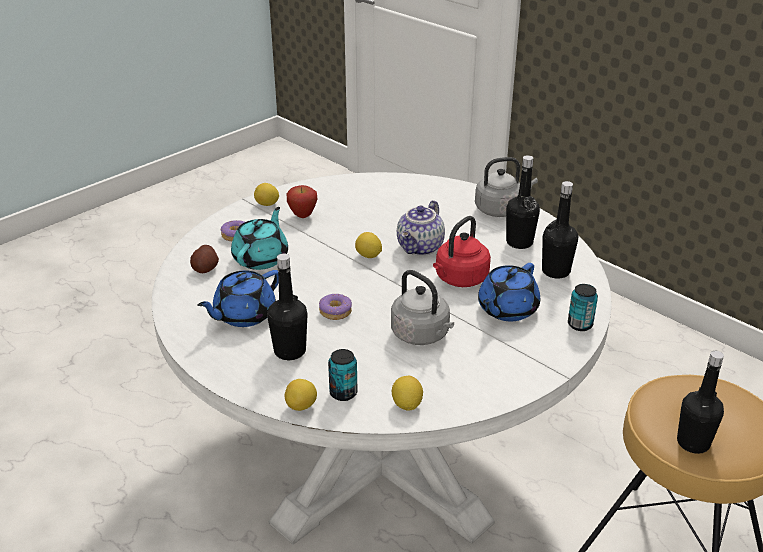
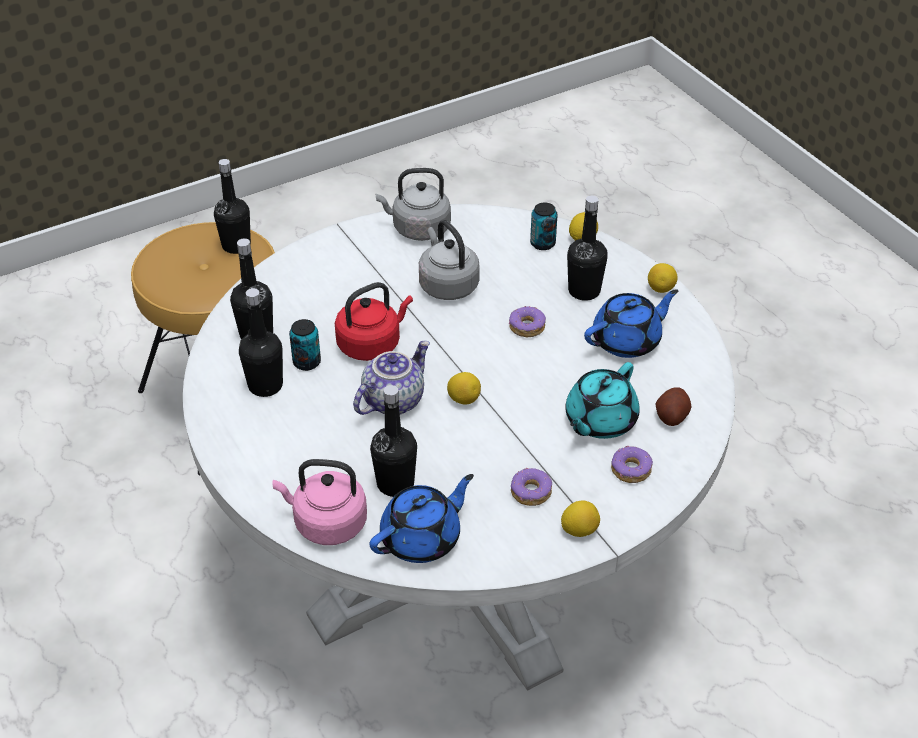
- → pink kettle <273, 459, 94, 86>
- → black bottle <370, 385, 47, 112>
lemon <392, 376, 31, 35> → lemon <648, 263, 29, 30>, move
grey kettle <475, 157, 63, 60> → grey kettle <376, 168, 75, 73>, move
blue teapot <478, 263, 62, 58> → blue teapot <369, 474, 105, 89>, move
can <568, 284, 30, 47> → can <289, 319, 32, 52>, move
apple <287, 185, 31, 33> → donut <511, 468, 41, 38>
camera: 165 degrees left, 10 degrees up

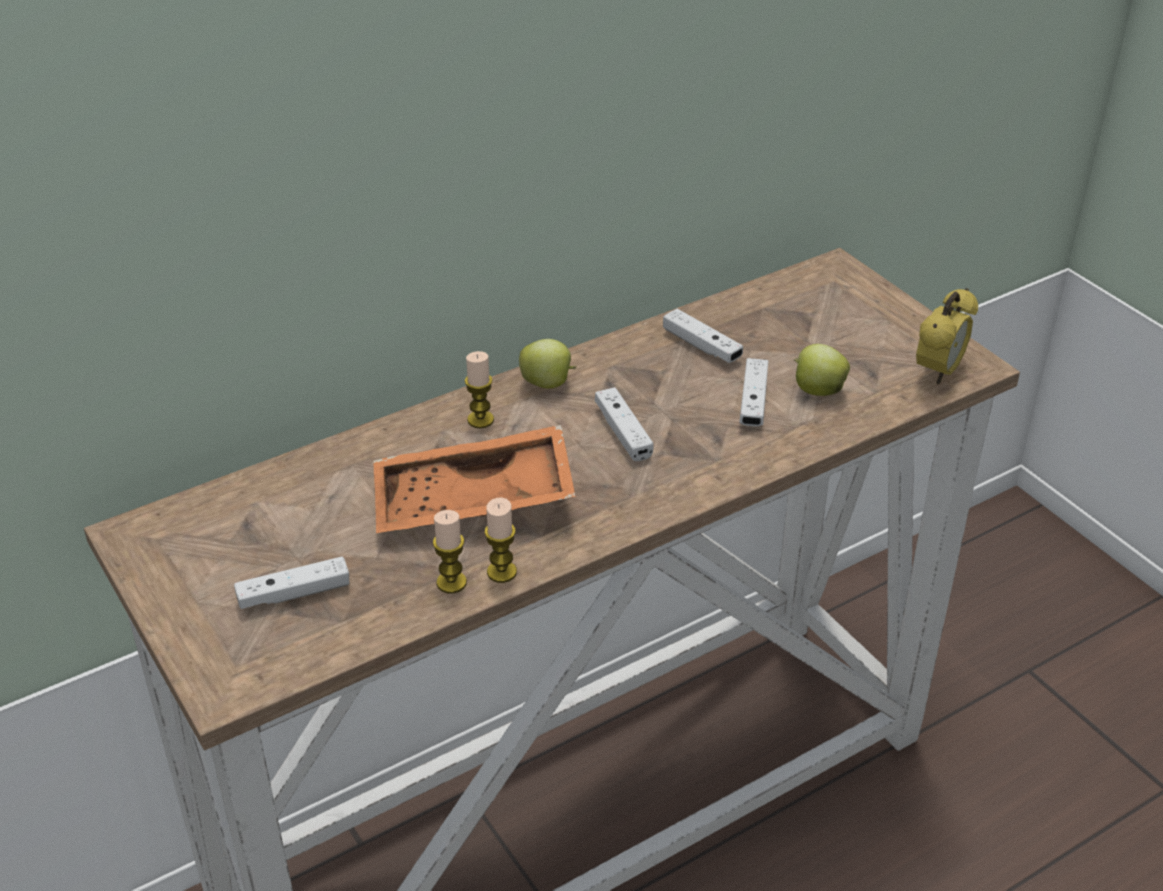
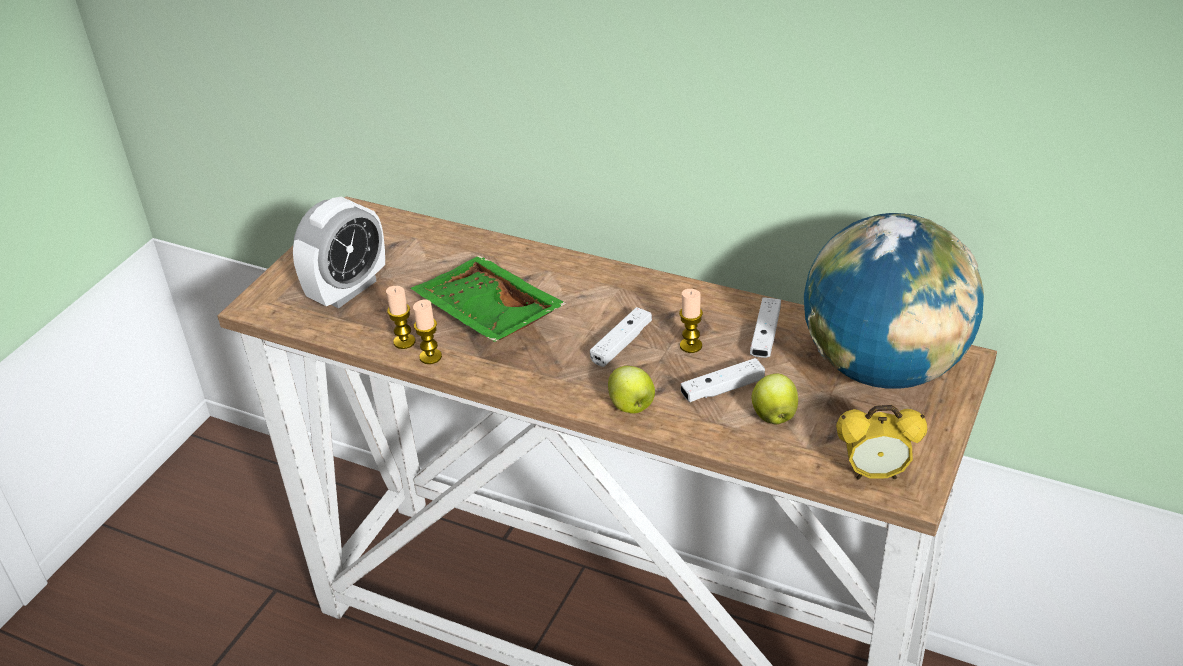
- → globe <804, 213, 180, 176>
candle <465, 351, 29, 77> → candle <679, 289, 24, 64>, move
apple <519, 339, 57, 49> → apple <608, 366, 47, 48>, move
white game controller <234, 557, 115, 52> → alarm clock <293, 197, 92, 112>
orange tray <373, 425, 203, 108> → green tray <410, 256, 157, 86>
camera: 60 degrees right, 0 degrees up

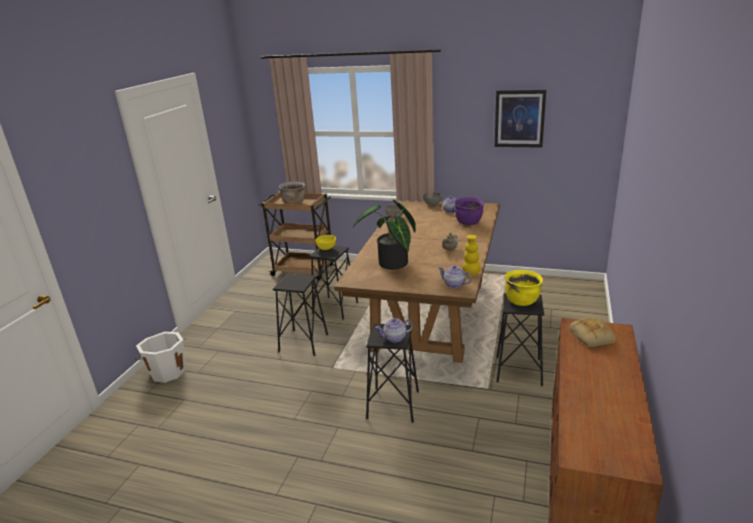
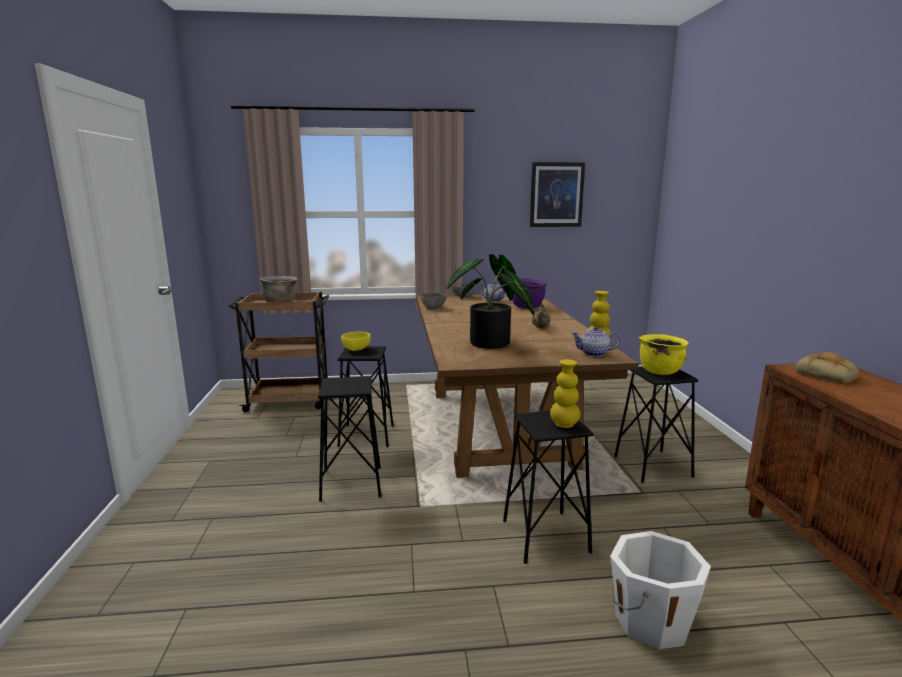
white bucket <134, 332, 53, 51> → white bucket <610, 531, 101, 118>, move
teapot <375, 318, 38, 24> → yellow vase <550, 359, 30, 69>
camera: 25 degrees left, 10 degrees down

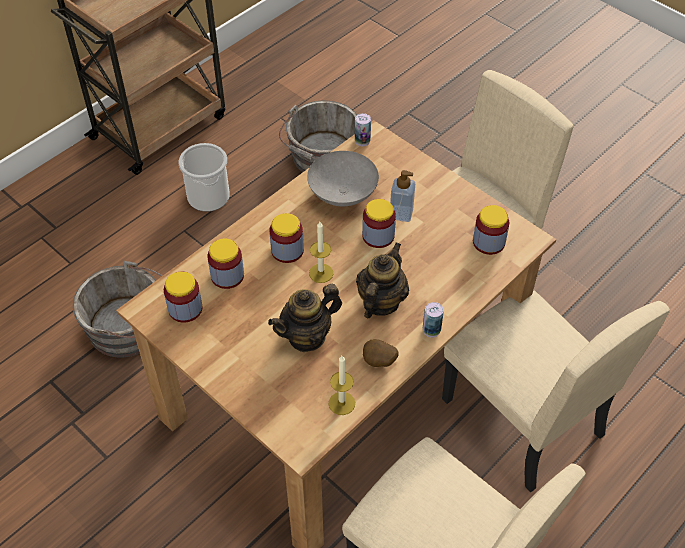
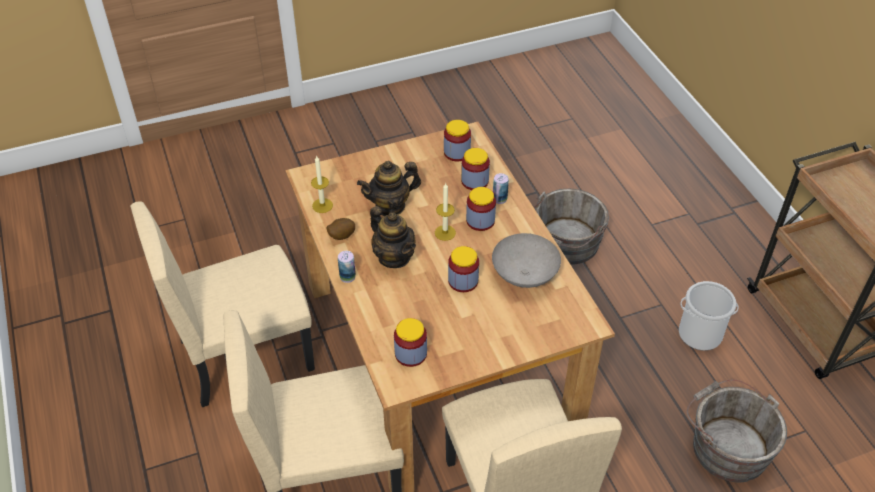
soap dispenser <390, 170, 25, 52> → -
can <355, 113, 16, 33> → can <493, 173, 16, 31>, move
teapot <268, 284, 74, 68> → teapot <357, 161, 64, 55>, 105 degrees counterclockwise
camera: 115 degrees right, 5 degrees down

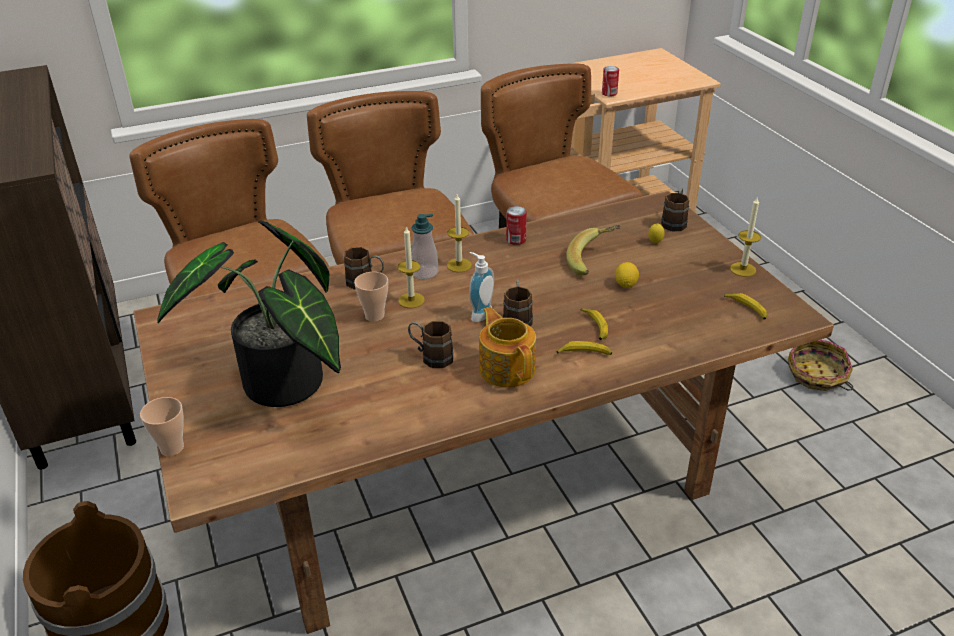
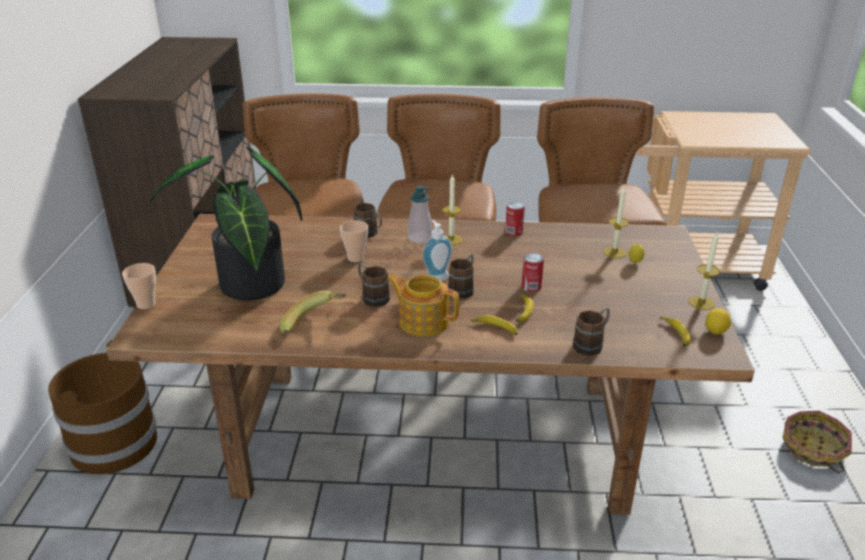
candle <398, 226, 27, 82> → candle <603, 186, 26, 72>, move
banana <566, 225, 55, 50> → banana <279, 290, 67, 45>, move
can <602, 66, 17, 30> → can <522, 253, 22, 39>, move
lemon <615, 262, 24, 26> → lemon <705, 308, 26, 26>, move
brown mug <661, 188, 28, 43> → brown mug <573, 308, 37, 48>, move
teapot <479, 307, 57, 81> → teapot <387, 274, 72, 62>, 60 degrees counterclockwise
camera: 25 degrees right, 5 degrees down

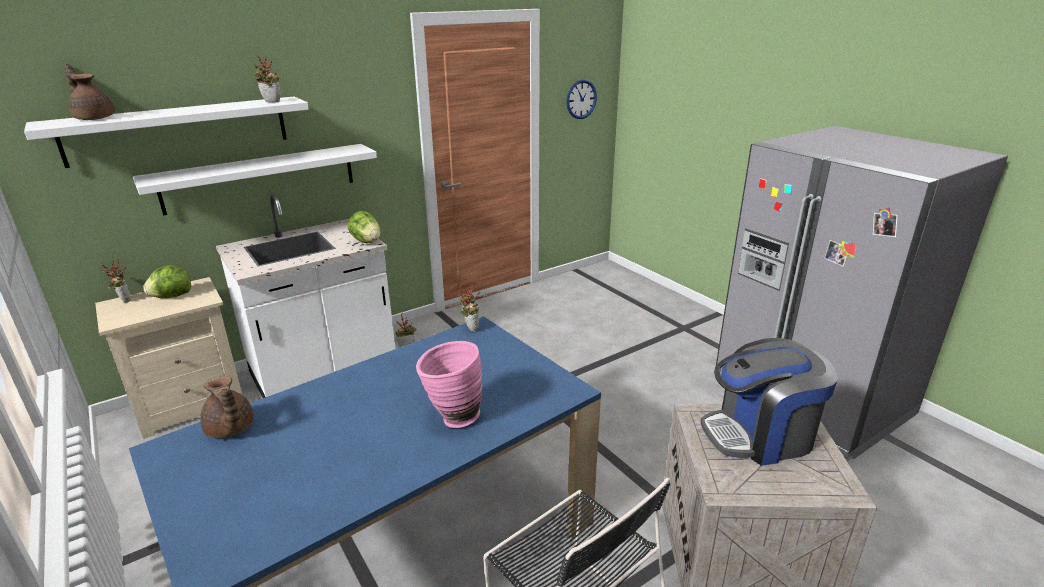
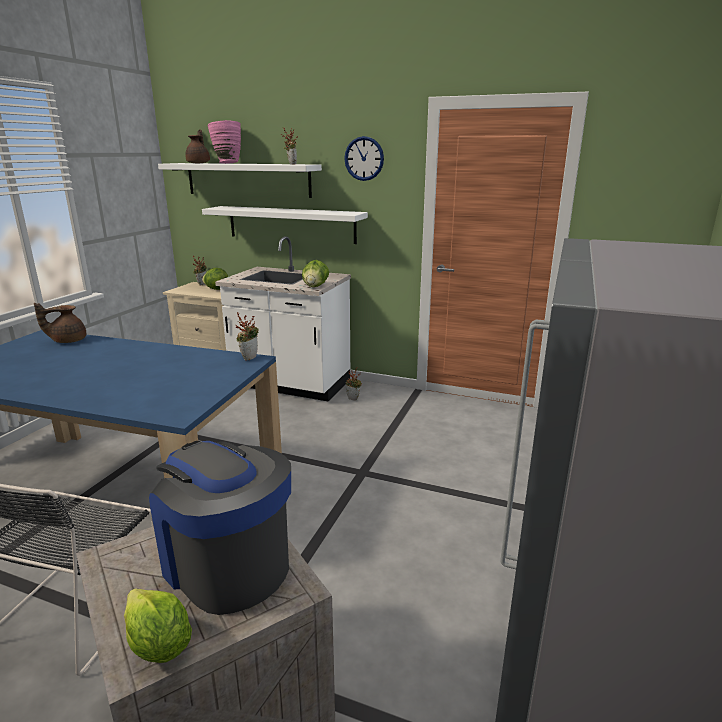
- → lettuce <124, 588, 68, 75>
pink vase <416, 341, 66, 87> → pink vase <207, 120, 34, 44>, move
wall clock <566, 80, 31, 39> → wall clock <344, 136, 40, 45>, move
brown teapot <200, 376, 54, 62> → brown teapot <34, 303, 52, 40>, 45 degrees clockwise
camera: 55 degrees right, 5 degrees down

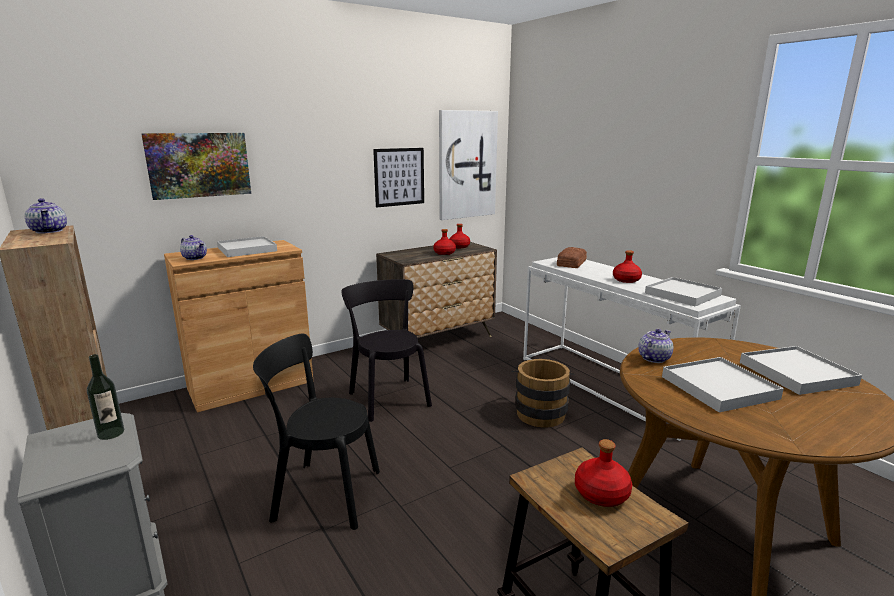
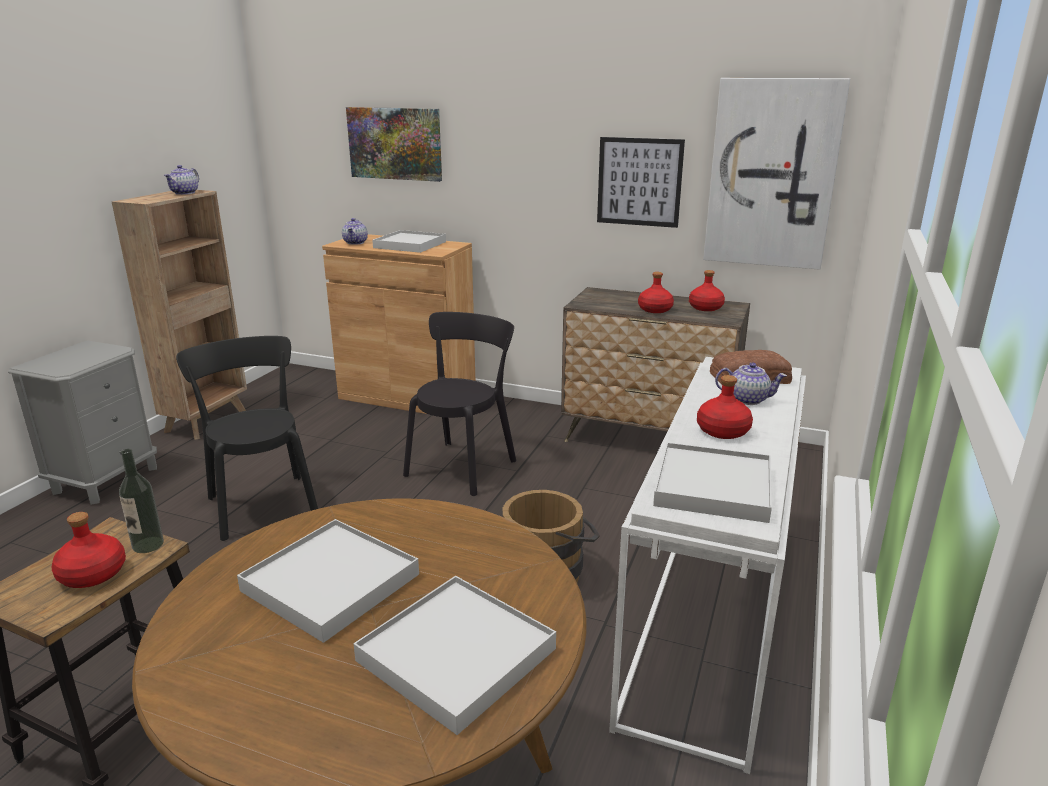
bottle <87, 354, 37, 86> → bottle <119, 449, 45, 104>, move
teapot <638, 329, 35, 34> → teapot <715, 362, 72, 43>, move
camera: 55 degrees right, 5 degrees up

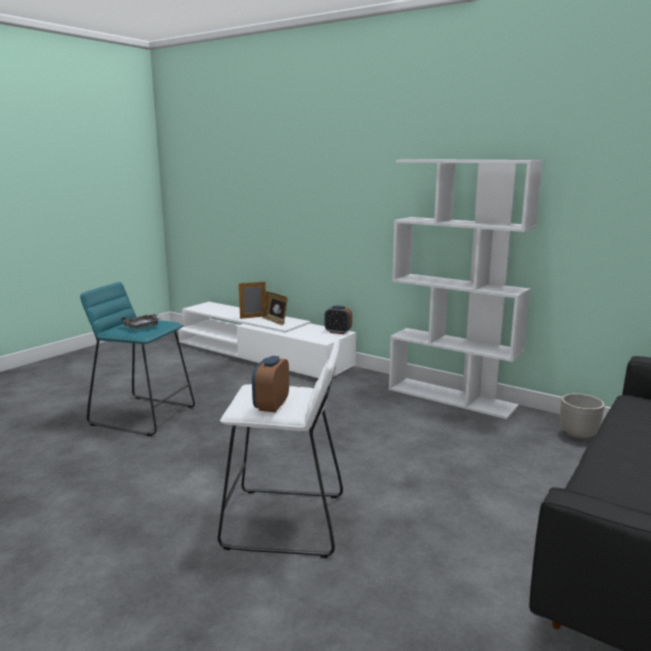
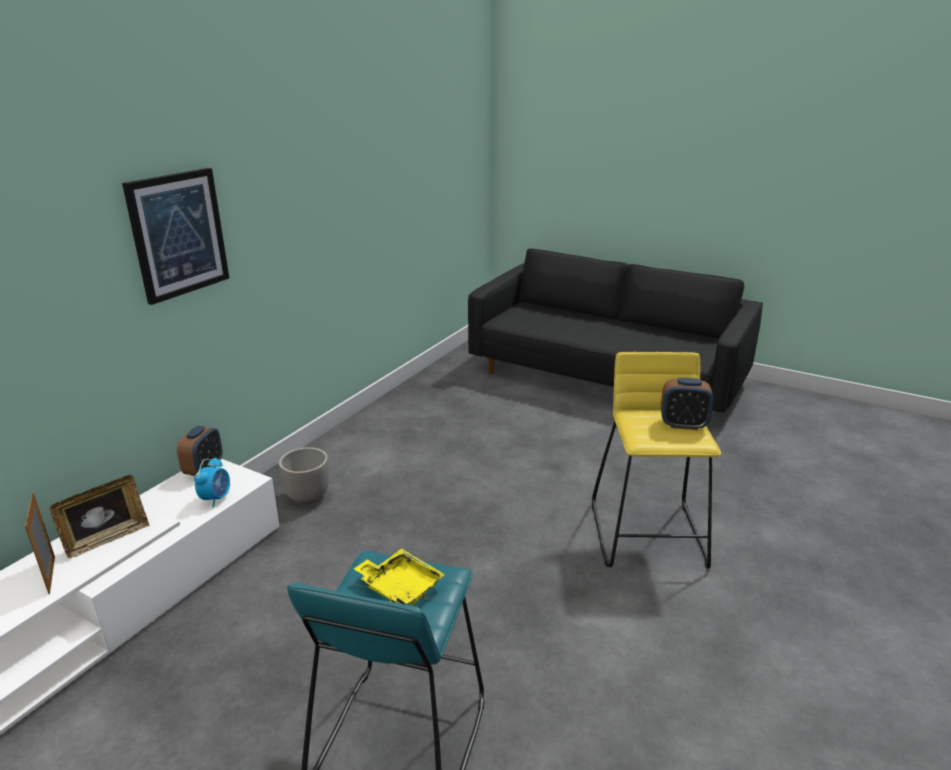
white bookcase <389, 159, 154, 260> → -
- → picture <122, 168, 107, 137>
- → alarm clock <194, 457, 36, 51>
planter <560, 393, 45, 47> → planter <278, 447, 51, 57>, move
grey tray <121, 313, 39, 16> → yellow tray <354, 549, 91, 57>
white stool <218, 340, 125, 218> → yellow stool <592, 352, 129, 217>
camera: 95 degrees left, 10 degrees up

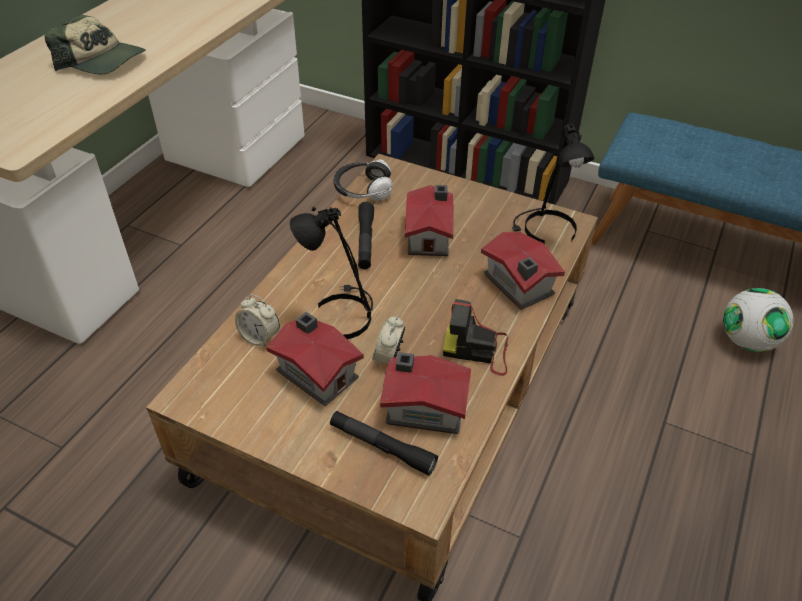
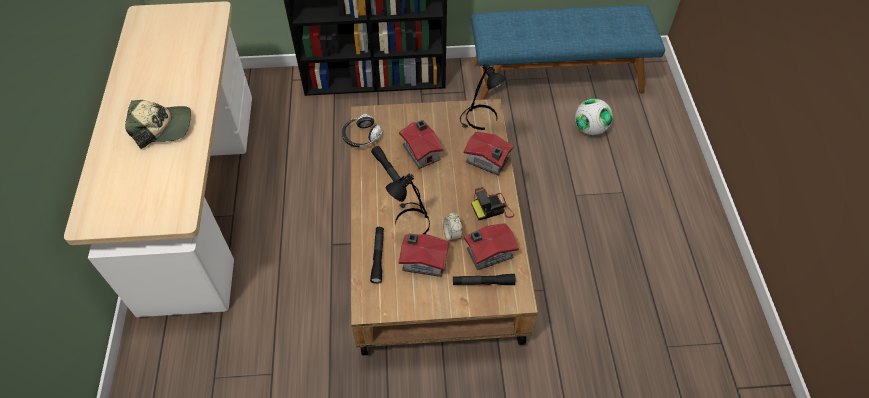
alarm clock <235, 295, 45, 52> → black flashlight <370, 227, 14, 57>
camera: 30 degrees left, 10 degrees up

